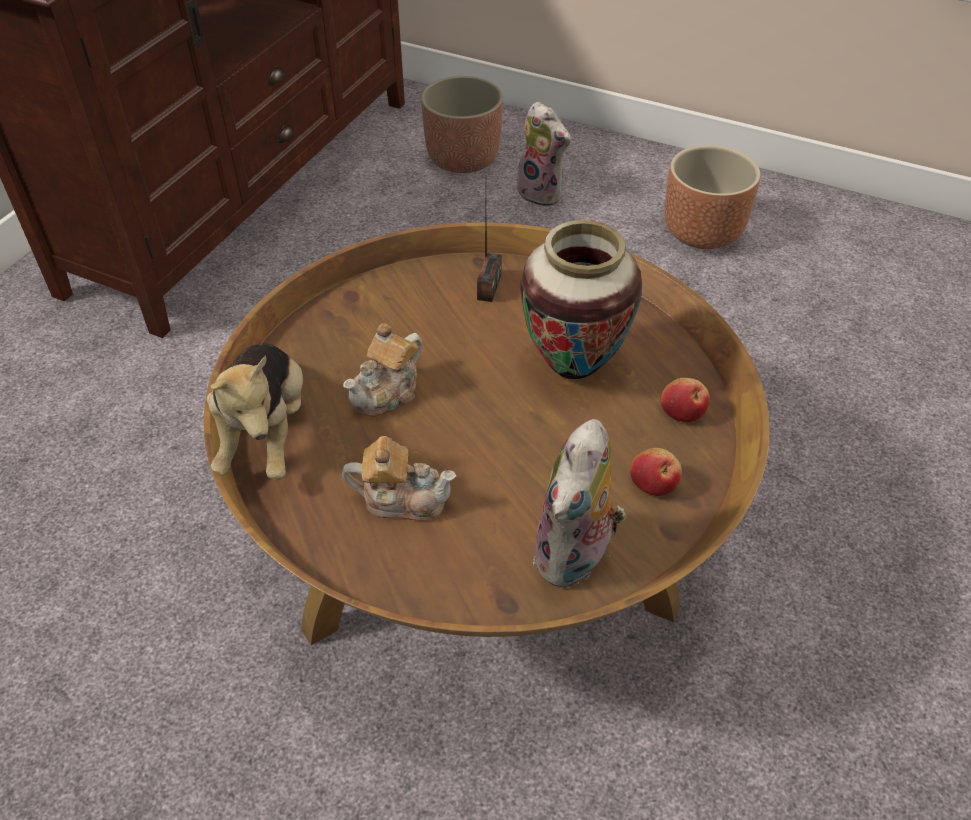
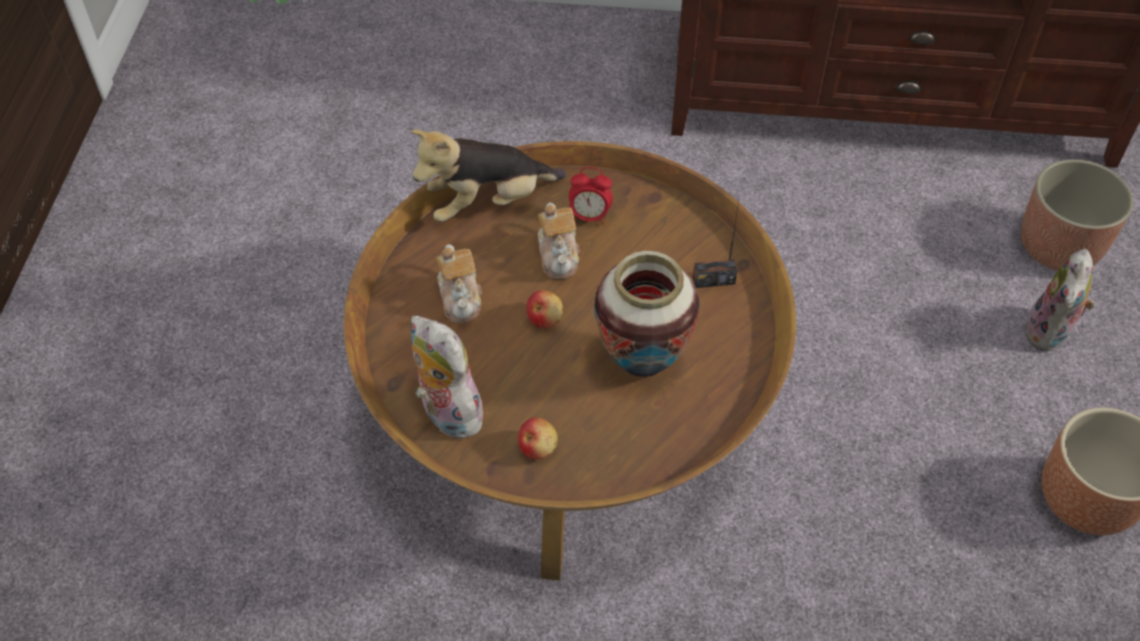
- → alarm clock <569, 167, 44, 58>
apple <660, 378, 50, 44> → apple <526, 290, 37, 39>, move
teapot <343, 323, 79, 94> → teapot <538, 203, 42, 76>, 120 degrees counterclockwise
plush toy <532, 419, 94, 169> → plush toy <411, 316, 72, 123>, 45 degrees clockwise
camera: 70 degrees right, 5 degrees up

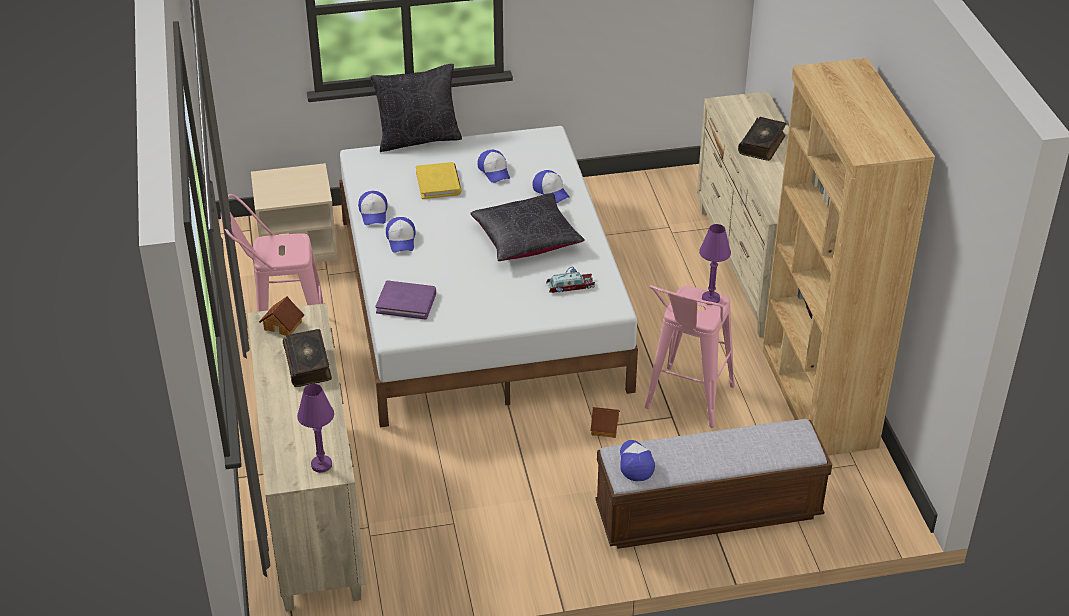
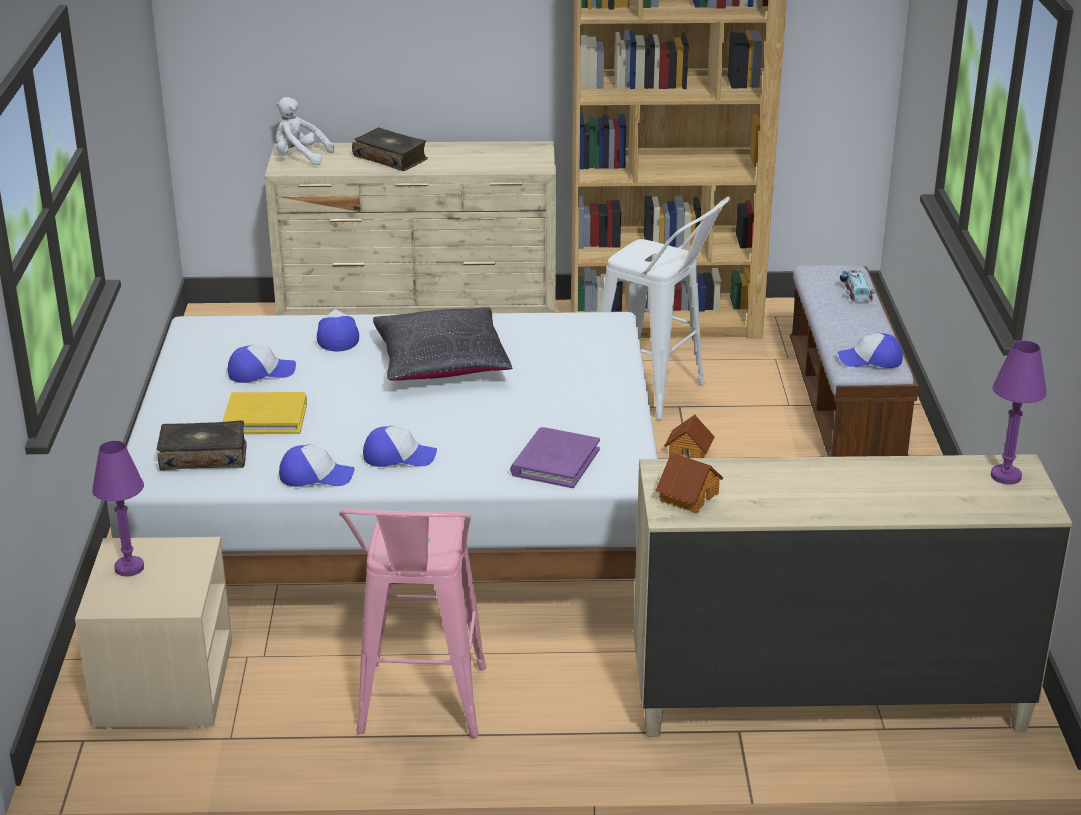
black pillow <371, 64, 91, 88> → -
- → white plush toy <276, 97, 58, 68>
book <283, 329, 49, 58> → book <157, 420, 90, 50>, move
toy car <546, 267, 49, 26> → toy car <840, 270, 35, 32>, move
purple table lamp <699, 224, 32, 81> → purple table lamp <92, 441, 52, 136>, move
pink stool <645, 285, 90, 143> → white stool <600, 197, 130, 223>
cap <532, 170, 38, 33> → cap <317, 309, 42, 42>, 75 degrees counterclockwise
camera: 80 degrees left, 10 degrees down

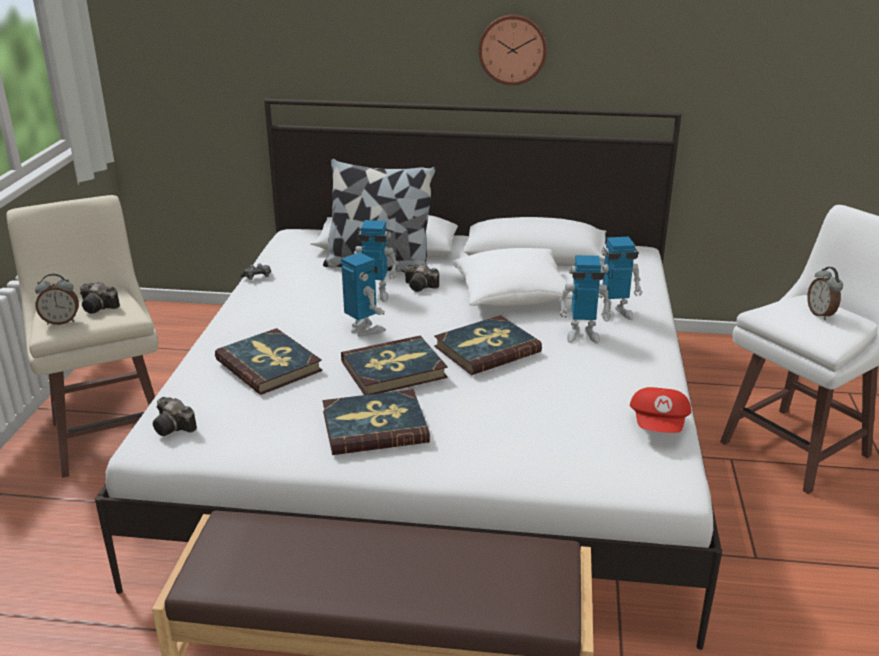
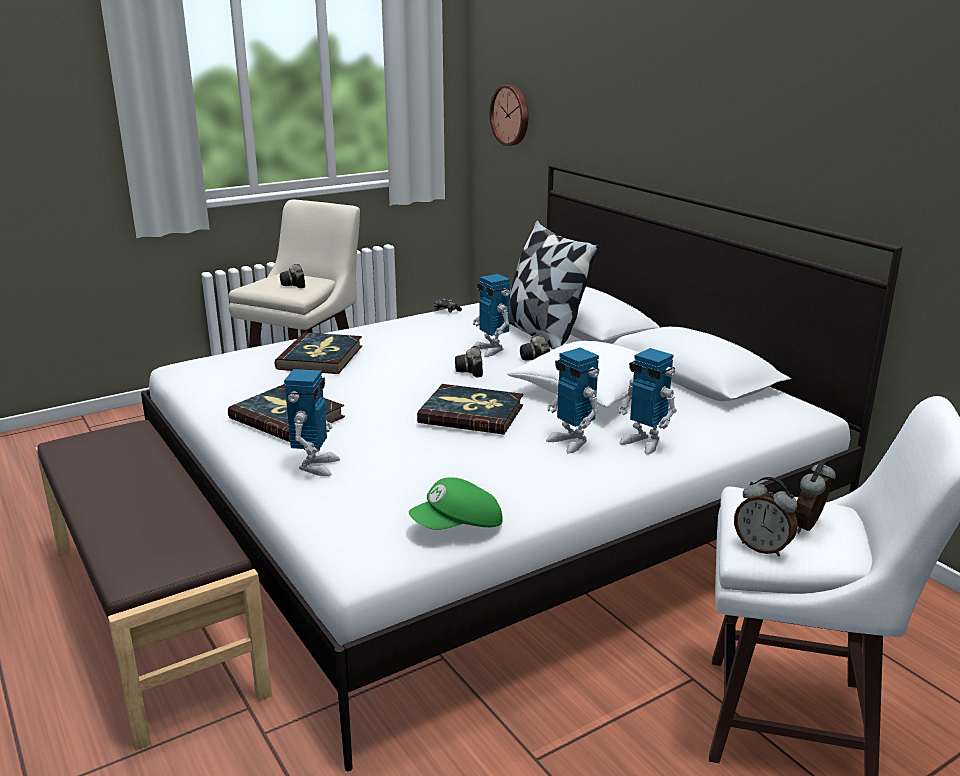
book <341, 336, 107, 59> → -
alarm clock <35, 274, 44, 51> → alarm clock <734, 477, 63, 80>, move
photo camera <153, 397, 44, 39> → photo camera <455, 346, 28, 31>, move
toy robot <341, 252, 45, 85> → toy robot <284, 369, 56, 107>, move
wall clock <479, 14, 68, 71> → wall clock <489, 85, 39, 61>, move
red cap <630, 387, 61, 46> → green cap <409, 477, 93, 53>
camera: 50 degrees right, 5 degrees down

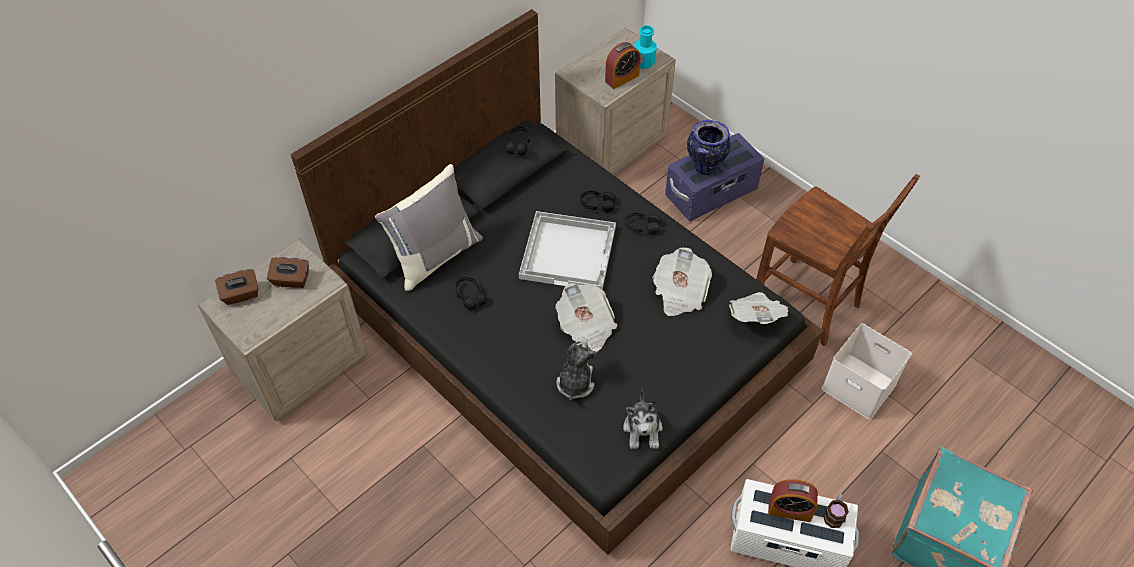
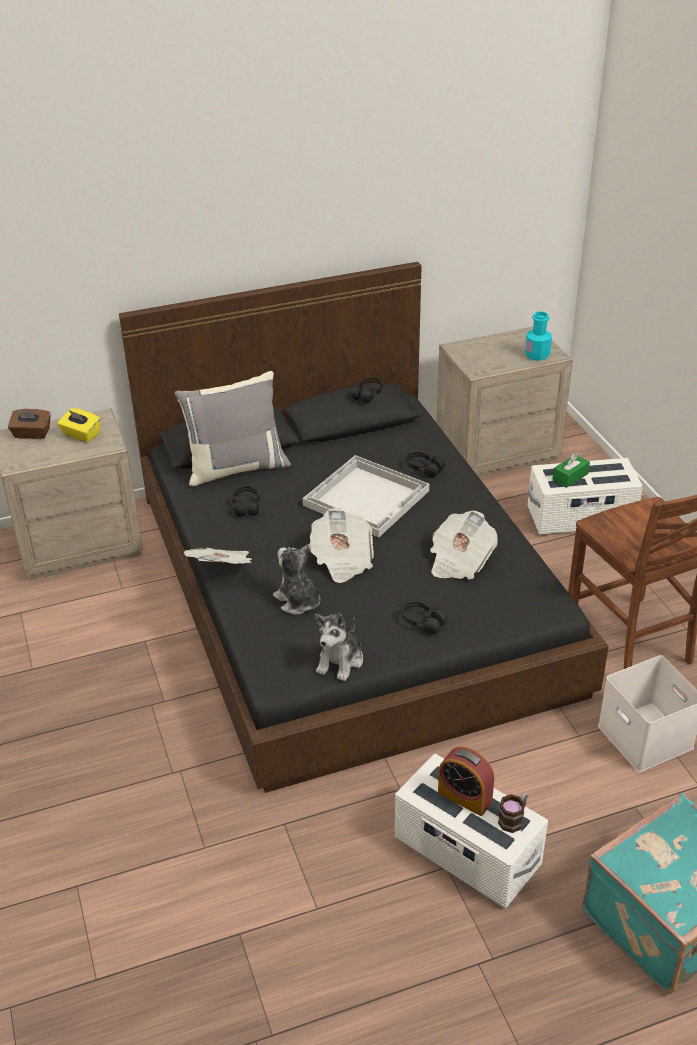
alarm clock <605, 42, 36, 47> → -
black headphones <625, 212, 36, 23> → black headphones <402, 602, 45, 32>, move
newspaper <729, 292, 59, 32> → newspaper <184, 548, 68, 16>, move
vase <687, 120, 44, 55> → green tissue box <552, 452, 38, 36>
brown tissue box <267, 257, 42, 31> → yellow tissue box <58, 408, 43, 35>
purple storage box <665, 133, 99, 88> → white storage box <528, 458, 115, 77>
plush toy <557, 337, 40, 63> → plush toy <273, 544, 48, 71>, 75 degrees counterclockwise
camera: 25 degrees right, 15 degrees down

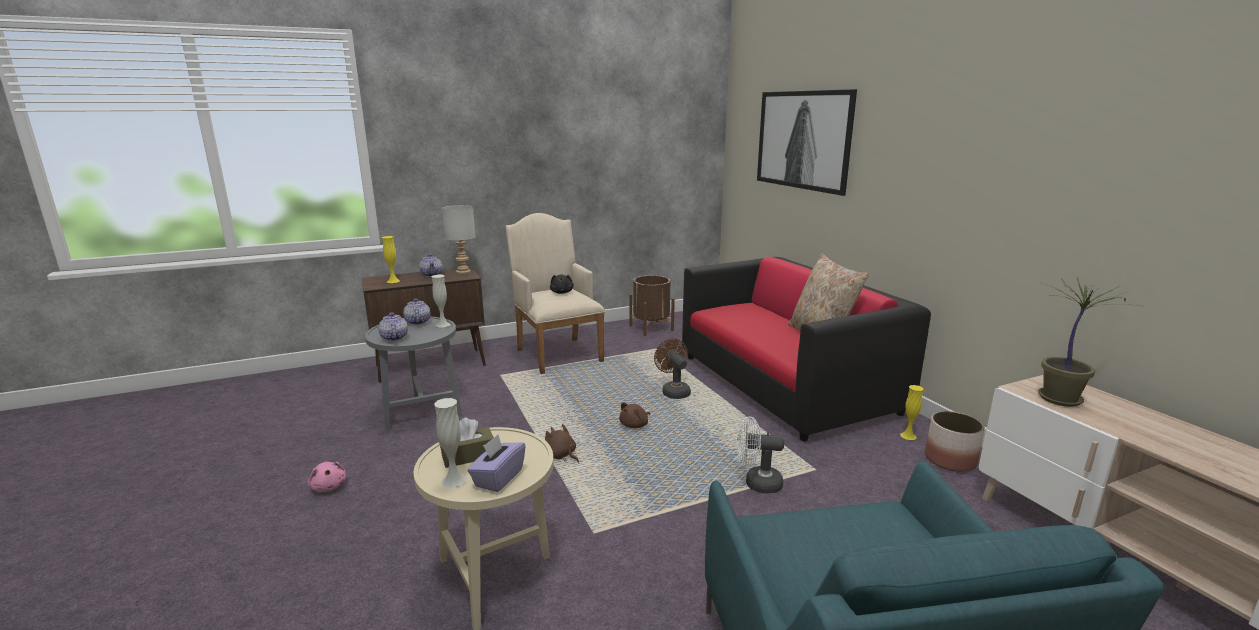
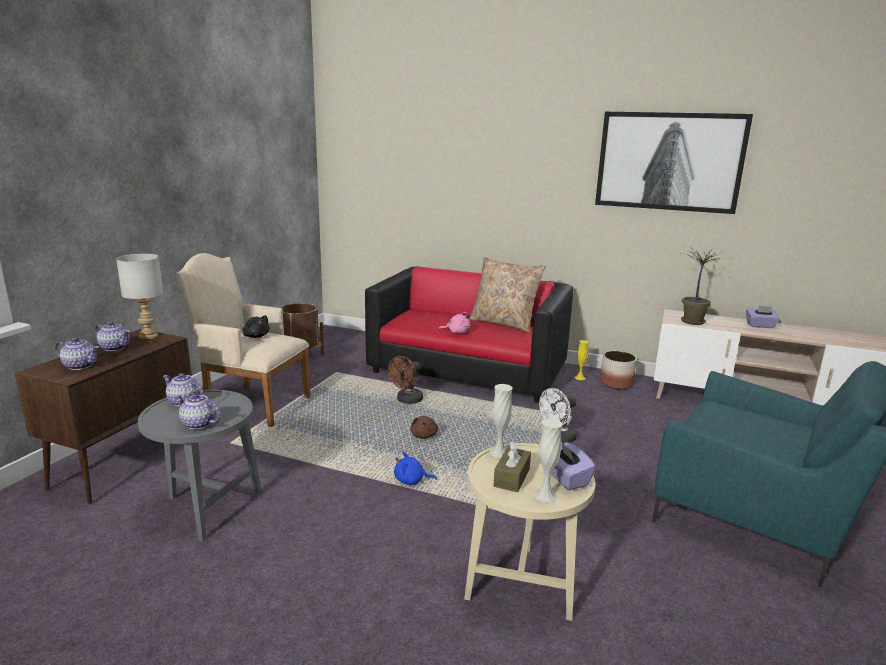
- → purple tissue box <746, 306, 34, 22>
pink plush toy <307, 462, 39, 30> → pink plush toy <439, 312, 32, 21>, move
white vase <431, 275, 19, 52> → white vase <489, 384, 23, 74>, move
picture <757, 89, 100, 107> → picture <595, 112, 158, 102>, move
yellow vase <382, 236, 18, 47> → teapot <55, 337, 44, 33>
brown plush toy <545, 424, 34, 39> → blue plush toy <394, 452, 43, 33>
brown fan <654, 338, 37, 61> → brown fan <388, 356, 35, 48>, 75 degrees counterclockwise
camera: 45 degrees left, 0 degrees up

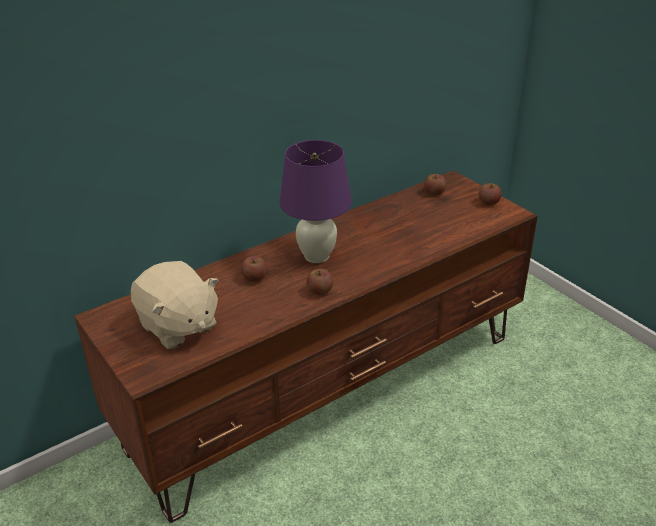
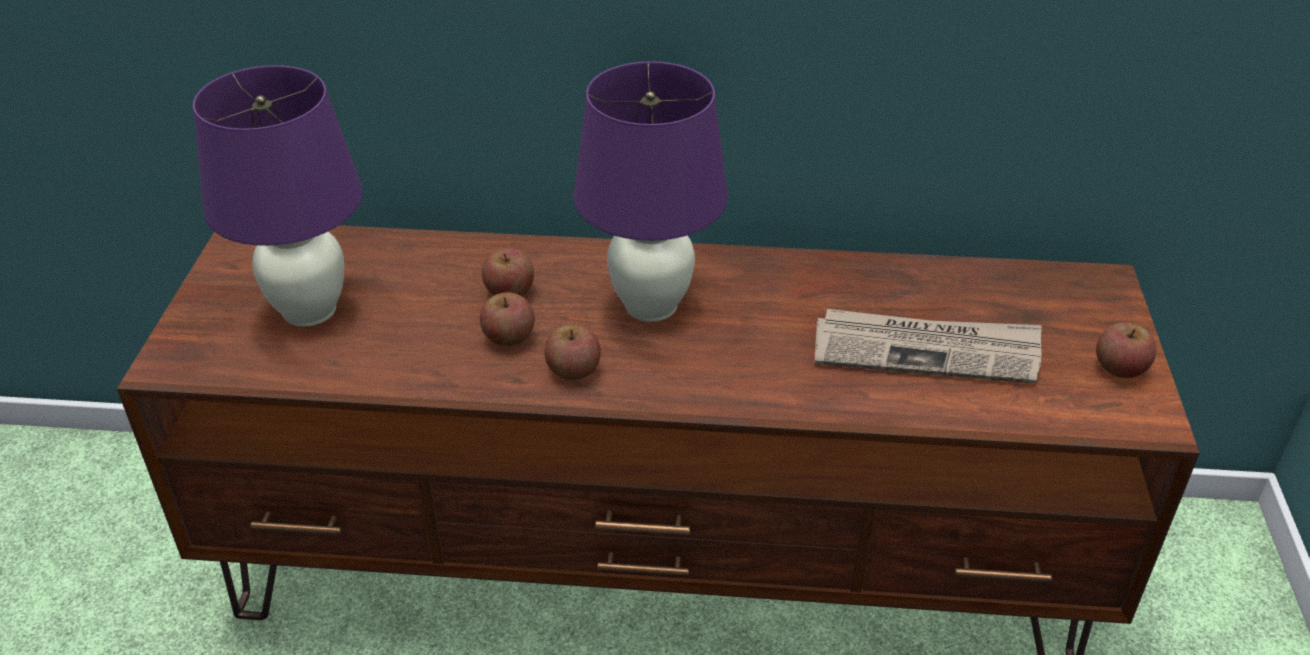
- → newspaper <815, 309, 227, 75>
apple <424, 174, 23, 22> → apple <480, 292, 55, 54>, move
beige plush toy <131, 261, 87, 88> → purple table lamp <193, 65, 170, 262>
camera: 40 degrees right, 5 degrees up

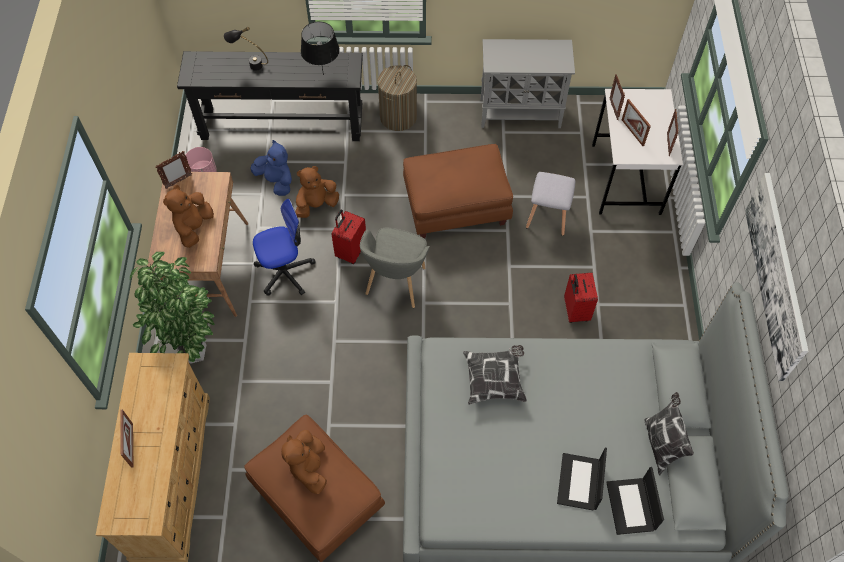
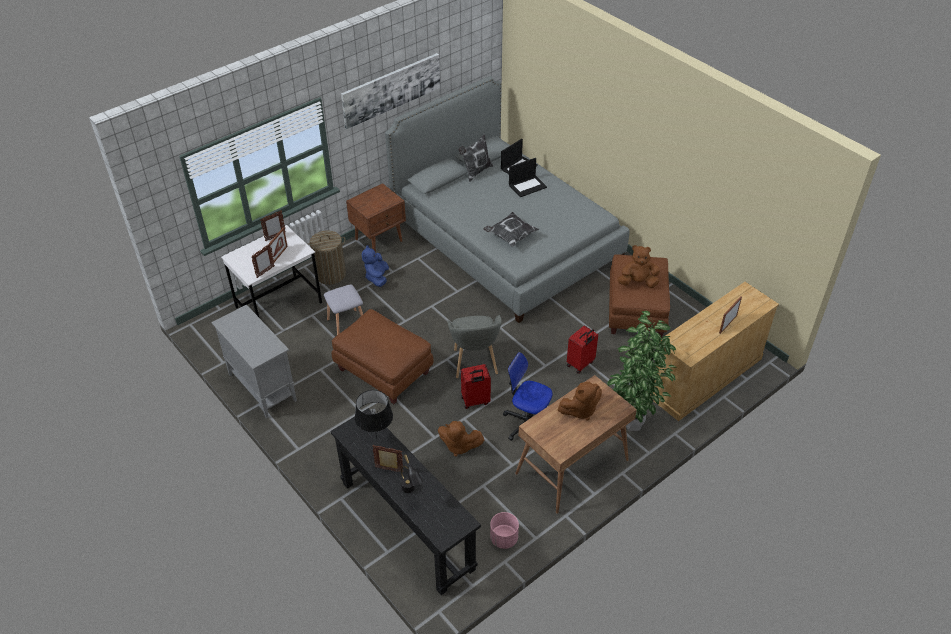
- → brown nightstand <346, 183, 60, 69>
picture frame <155, 151, 37, 38> → picture frame <372, 445, 31, 27>, move
blue plush toy <250, 140, 42, 56> → blue plush toy <362, 245, 27, 42>, move
laundry basket <378, 65, 39, 66> → laundry basket <307, 230, 39, 55>, move
red suitcase <564, 273, 34, 50> → red suitcase <567, 326, 31, 48>, move
brown plush toy <281, 430, 46, 64> → brown plush toy <618, 245, 42, 43>, 135 degrees counterclockwise
grey armchair <360, 228, 70, 80> → grey armchair <447, 315, 55, 64>, 105 degrees clockwise
camera: 130 degrees left, 15 degrees down

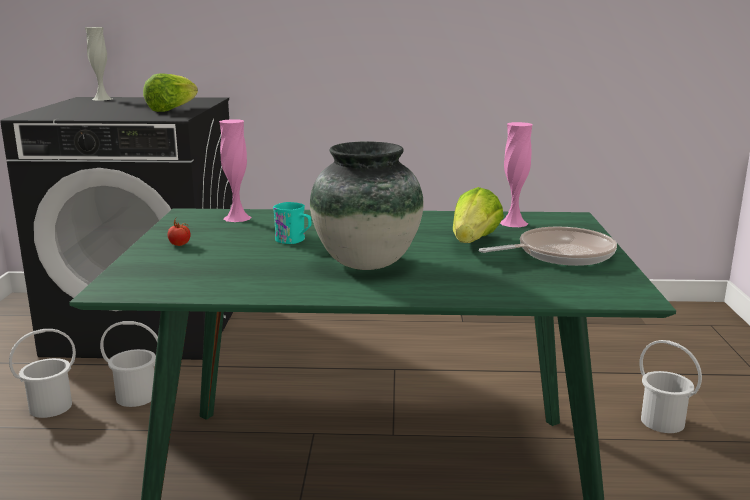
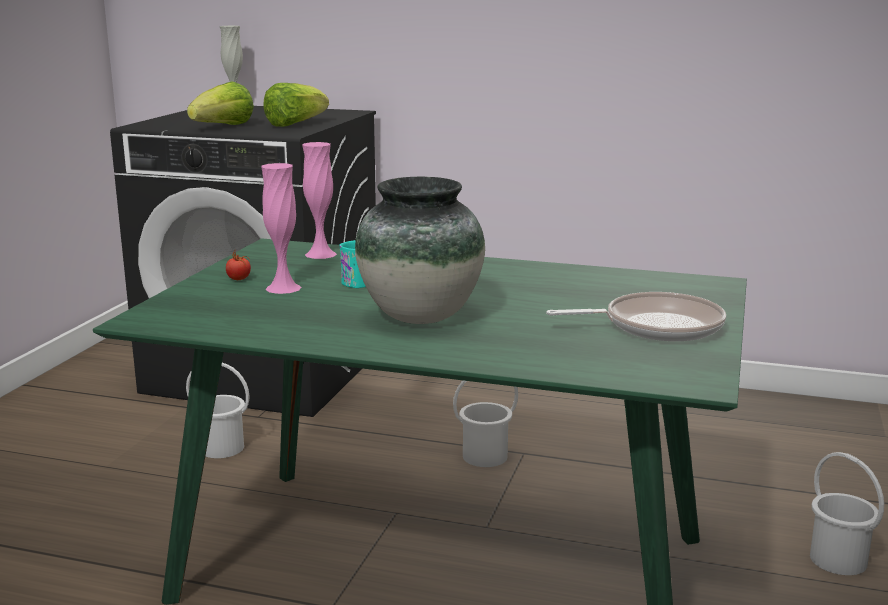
white bucket <9, 329, 67, 89> → white bucket <453, 381, 65, 86>, move
lettuce <453, 187, 51, 56> → lettuce <187, 81, 67, 44>, move
pink vase <500, 122, 32, 105> → pink vase <262, 163, 39, 131>, move
camera: 15 degrees right, 0 degrees up

